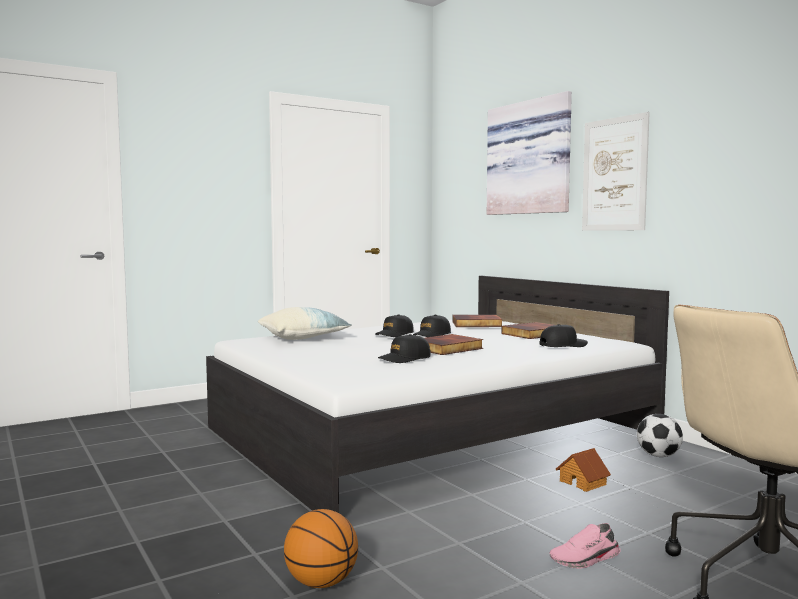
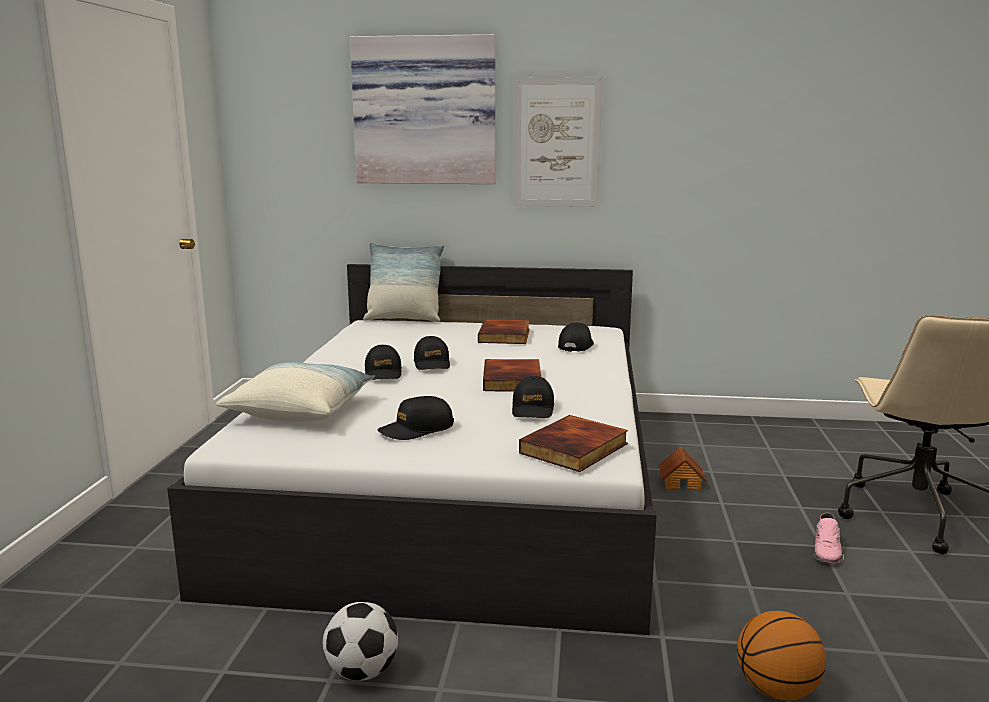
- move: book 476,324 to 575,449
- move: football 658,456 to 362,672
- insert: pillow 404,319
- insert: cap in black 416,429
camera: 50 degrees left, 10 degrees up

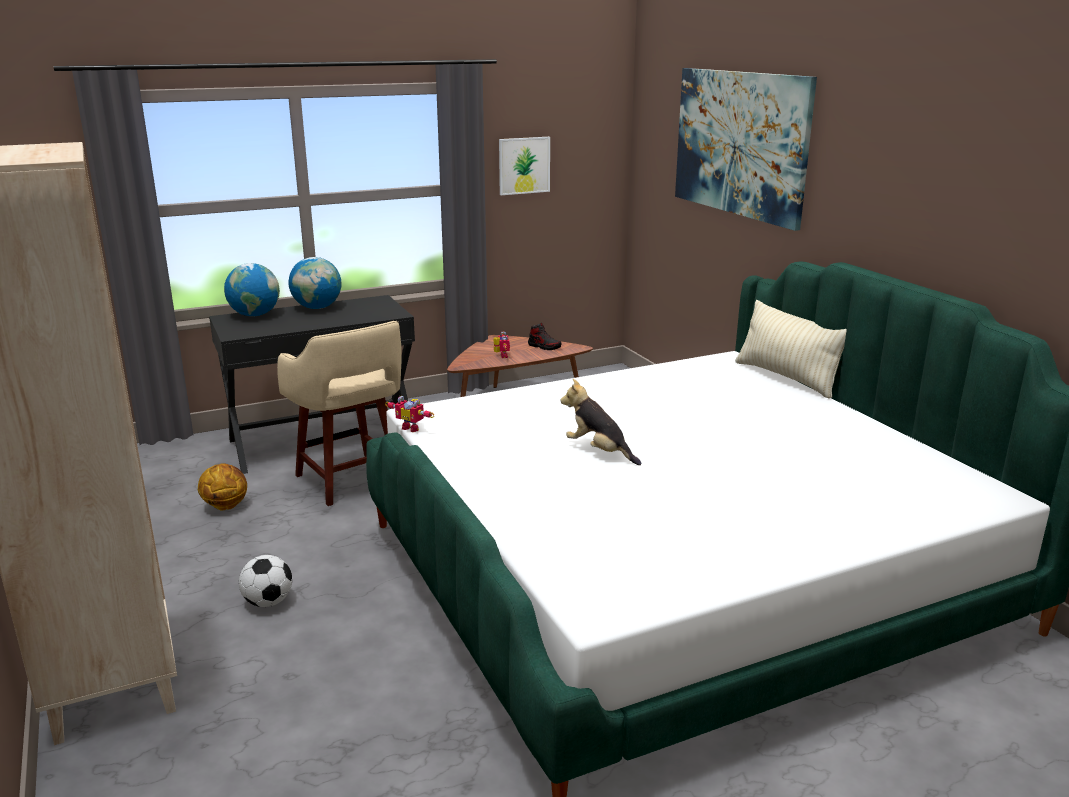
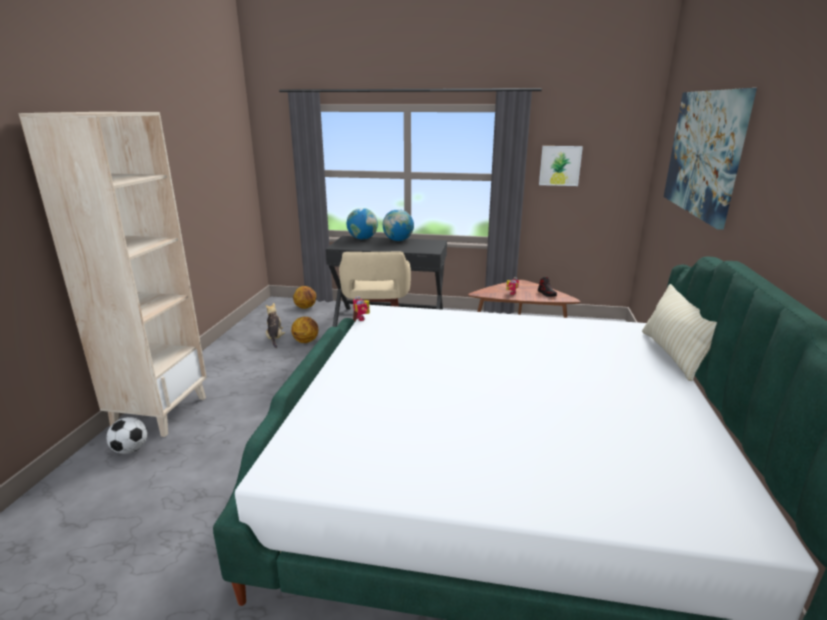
- move: plush toy 599,451 to 275,338
- move: football 268,602 to 131,450
- insert: basketball 306,307
camera: 35 degrees right, 0 degrees up

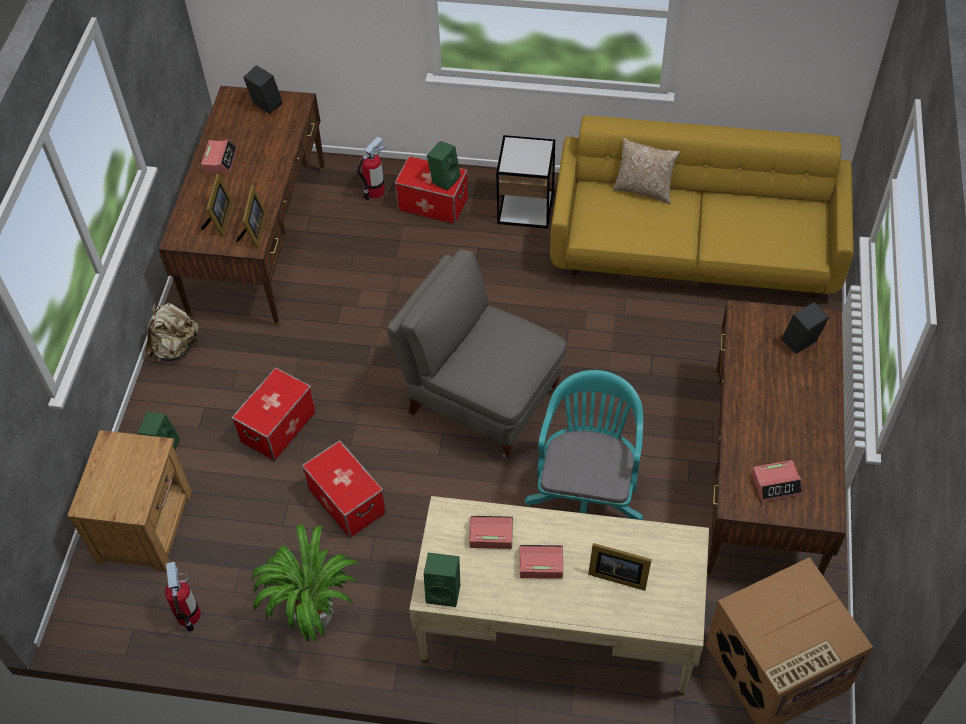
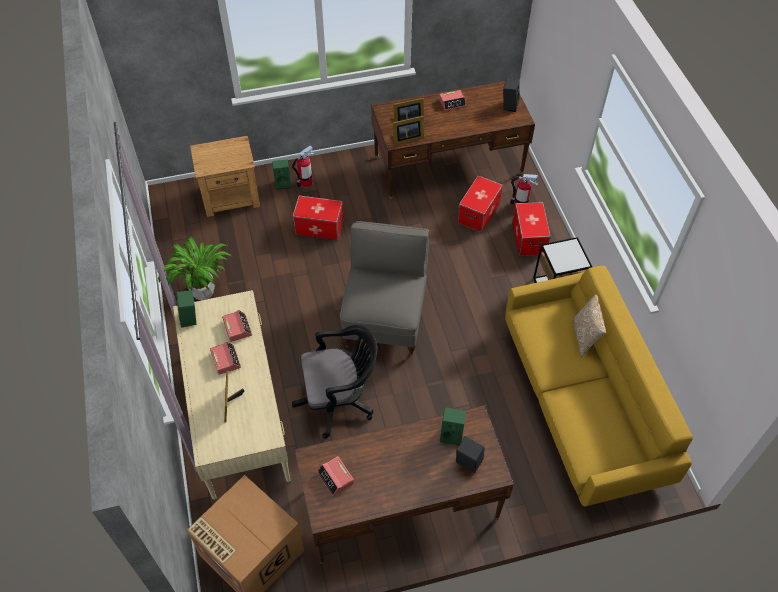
- move: speaker in green 444,179 to 452,434
- delete: backpack in beige 175,348
- recolor: office chair in turquoise 587,494 to office chair in black 339,400
- move: storage box 346,501 to 478,213
- move: fire extinguisher 189,615 to 305,182
camera: 65 degrees right, 0 degrees up

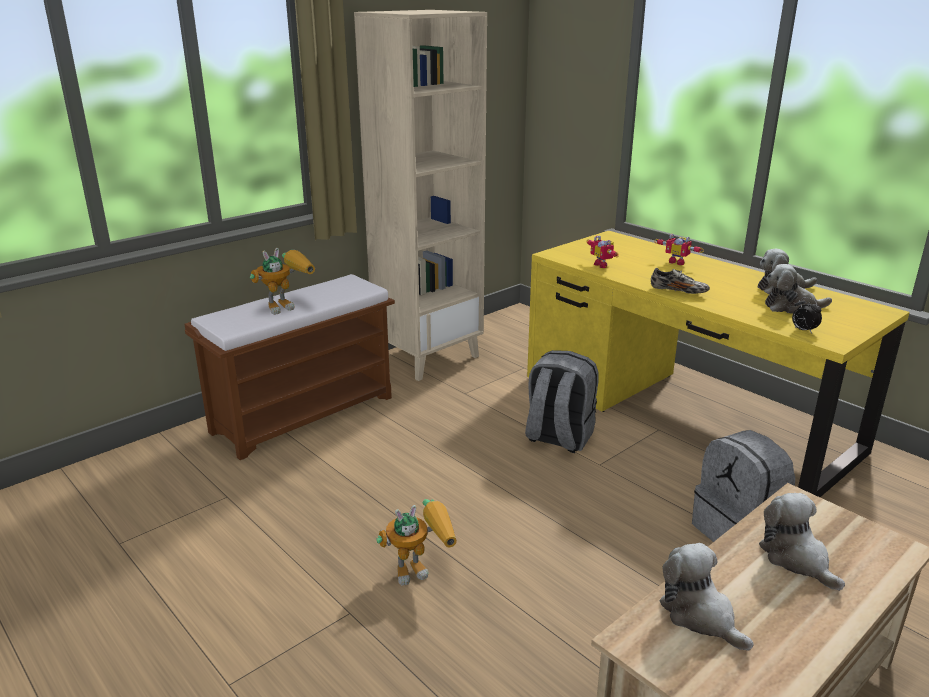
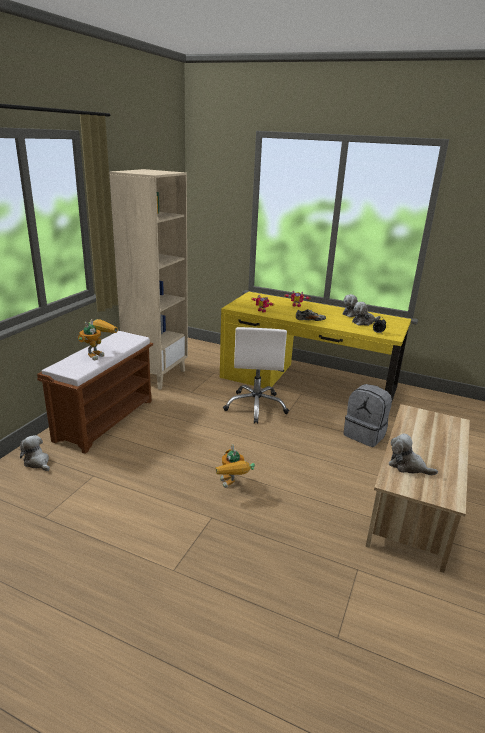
- replace: backpack in grey 558,437 to office chair in white 256,406
- move: plush toy 796,559 to 37,462
- rotate: toy robot 421,568 = 232,486 120 degrees clockwise
camera: 25 degrees left, 0 degrees up

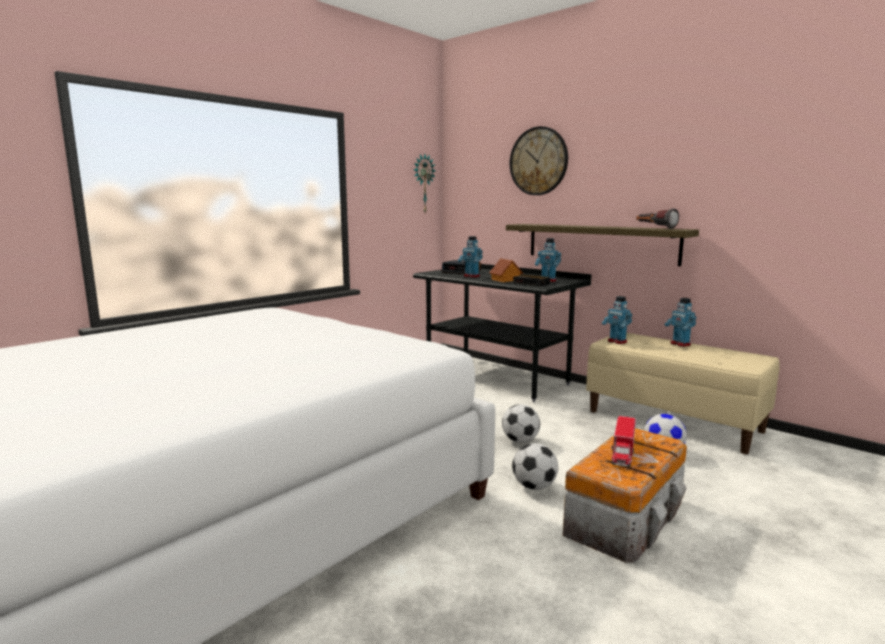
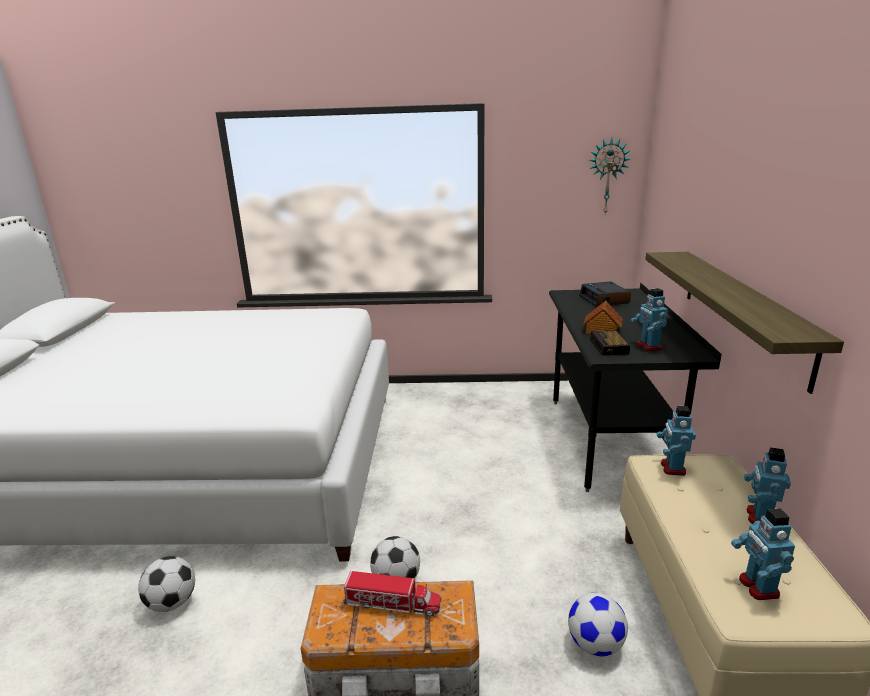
- delete: wall clock 538,161
- delete: flashlight 655,228
- move: toy robot 471,276 to 757,587
- move: football 520,441 to 172,603
- rotate: toy truck 623,451 = 392,603 150 degrees counterclockwise
camera: 50 degrees right, 10 degrees up

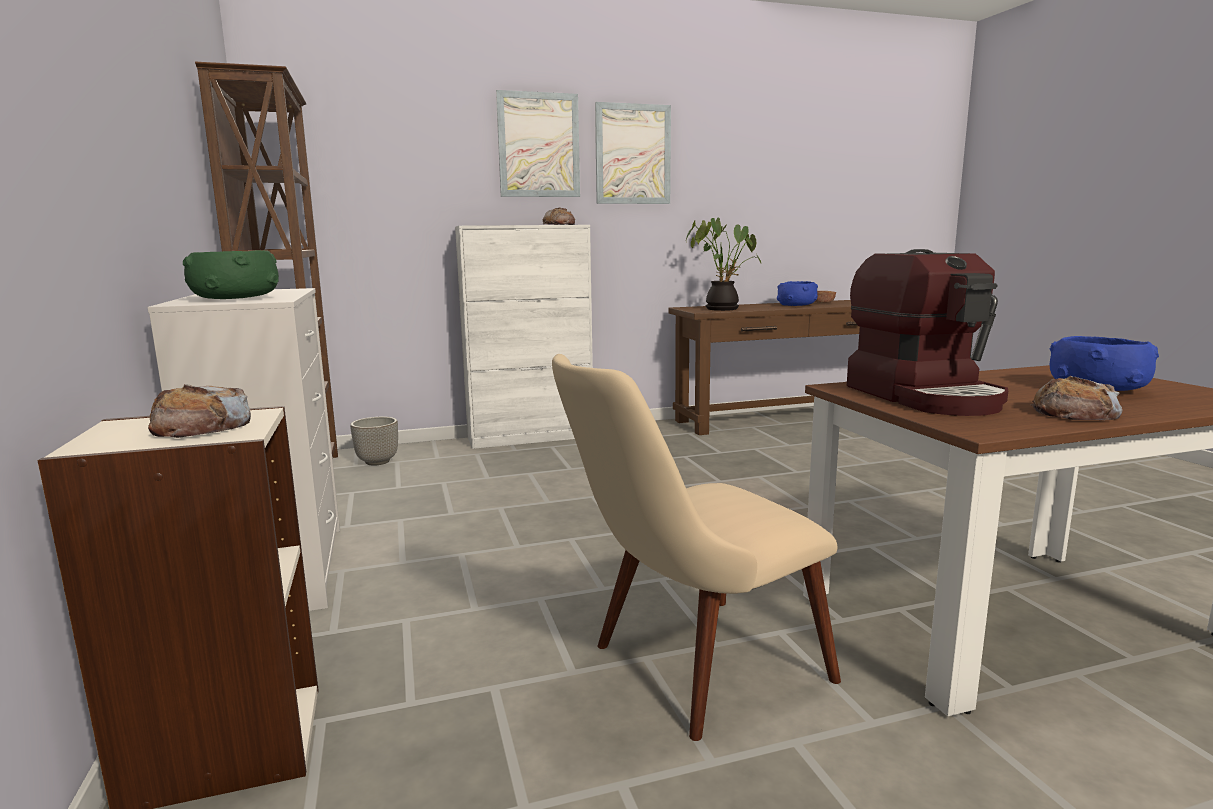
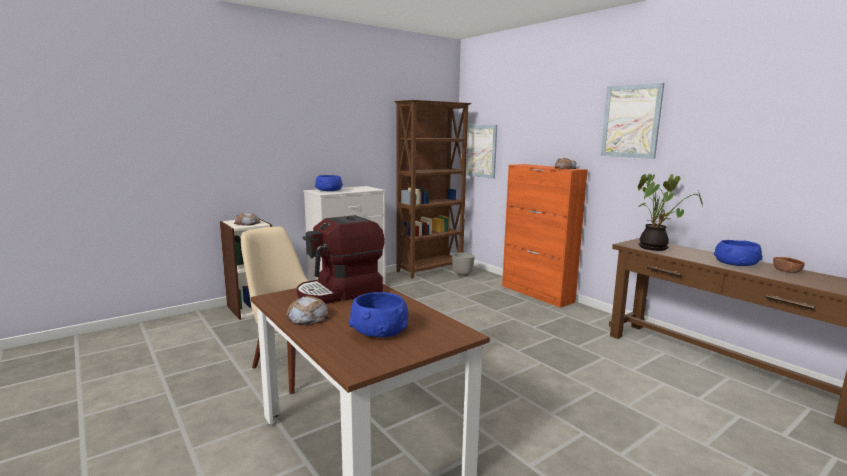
- move: picture 538,145 to 481,151
- recolor: cabinet in white 531,437 to cabinet in orange 537,294
- recolor: bowl in green 235,299 to bowl in blue 328,191
camera: 70 degrees right, 0 degrees up

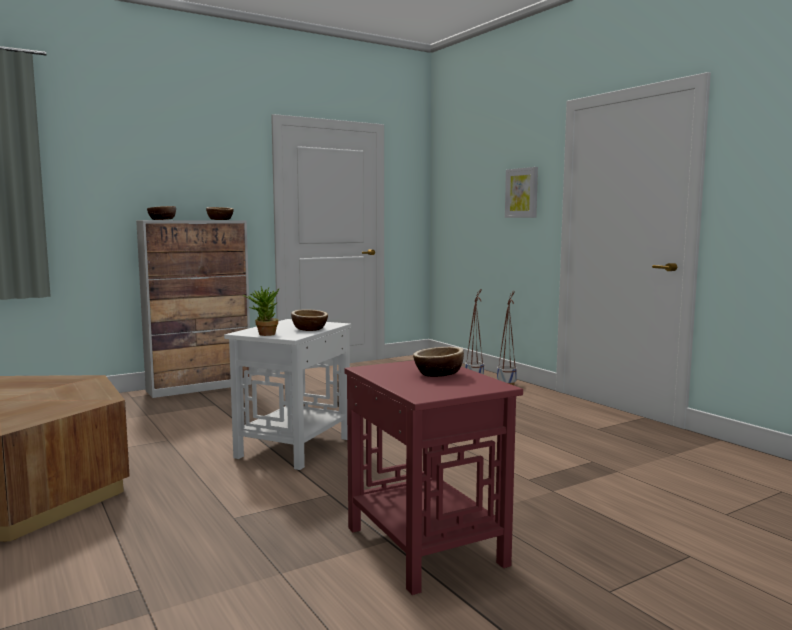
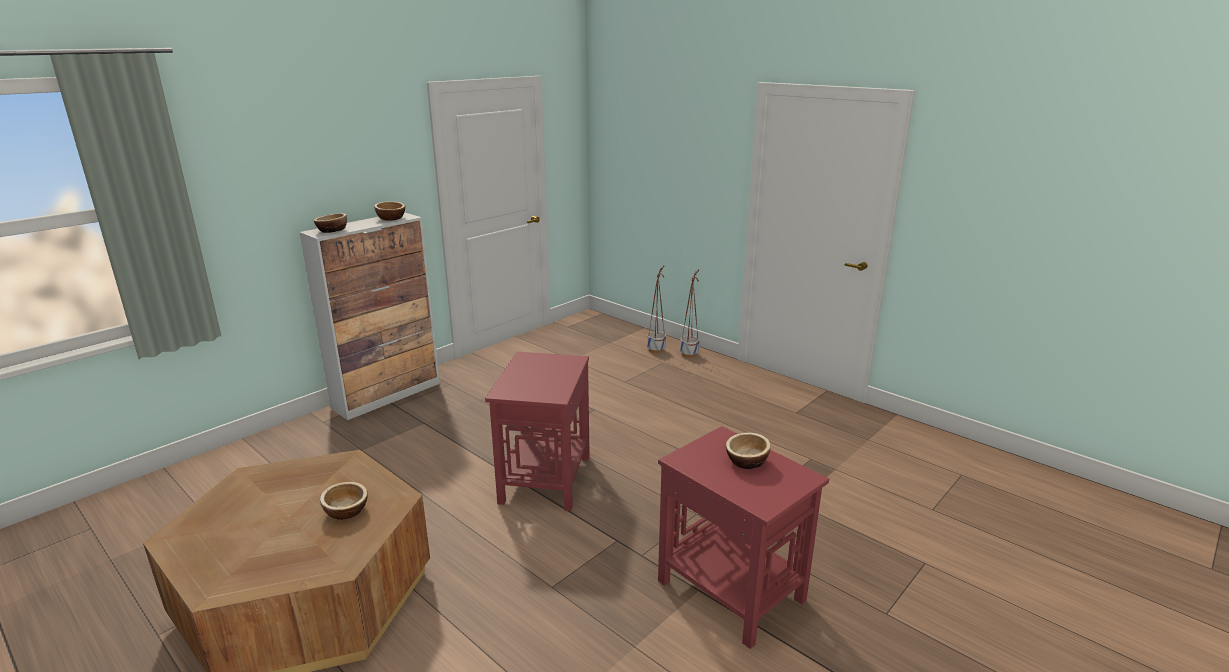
- delete: picture 522,193
- delete: potted plant 263,334
- move: bowl 309,329 to 346,511
- recolor: side table in white 293,447 to side table in red 544,479
camera: 15 degrees left, 15 degrees up

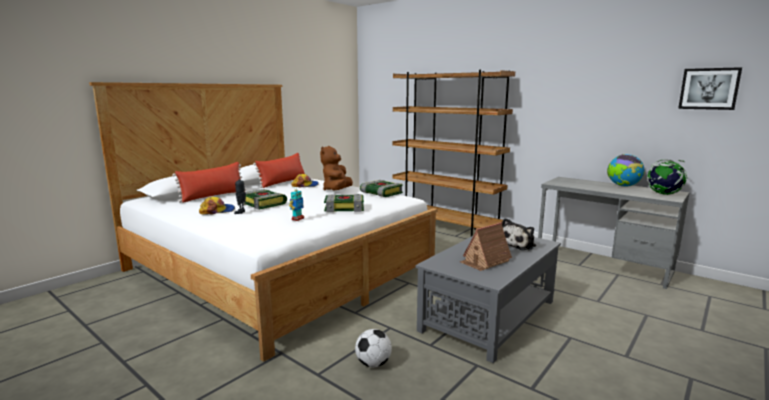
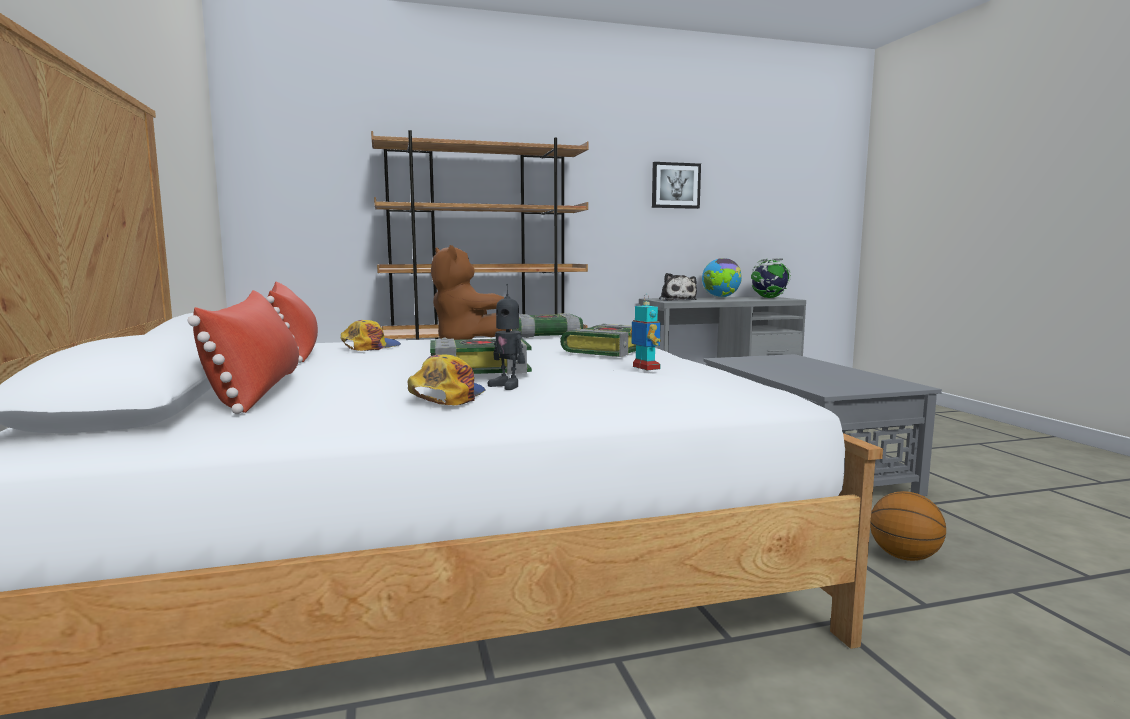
- move: picture 709,88 to 675,185
- move: plush toy 519,245 to 677,300
- delete: toy house 485,261
- replace: football 373,363 to basketball 904,557
camera: 55 degrees left, 5 degrees down

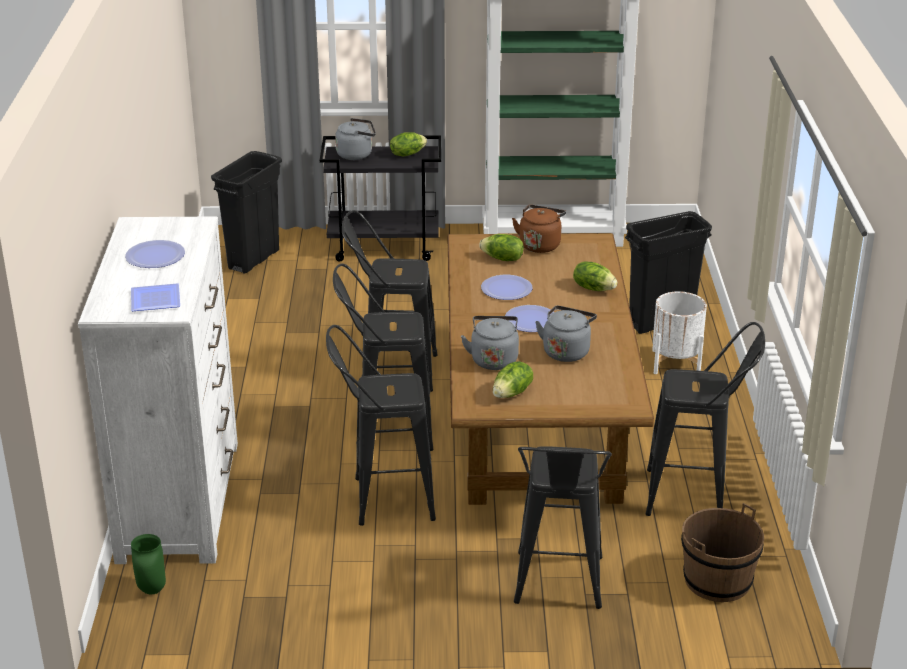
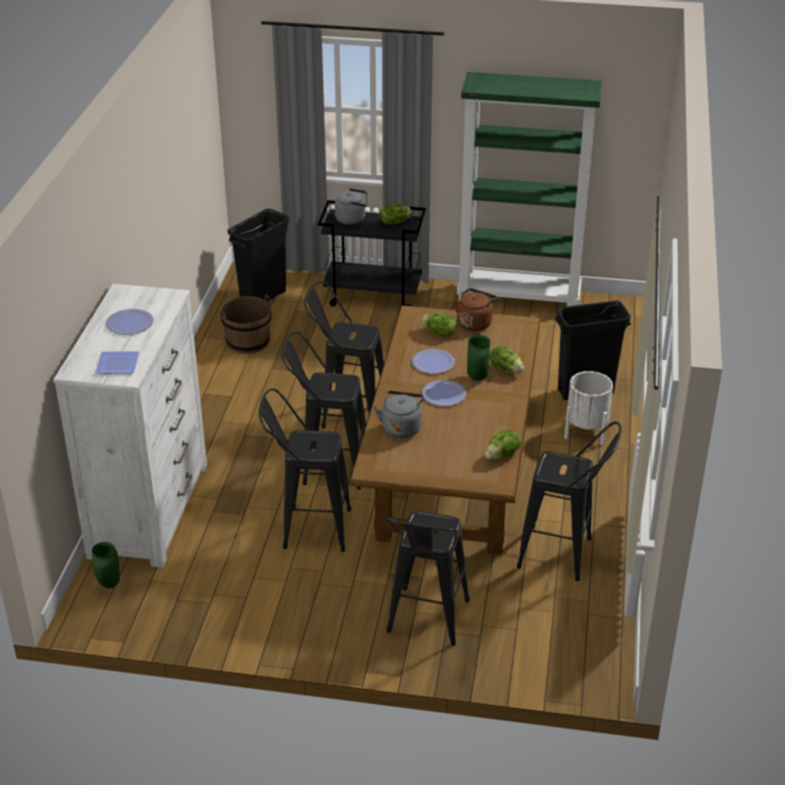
- delete: kettle in grey 566,351
- move: lettuce 512,393 to 503,455
- move: bucket in brown 717,581 to 248,342
- insert: vase in green 476,377
camera: 10 degrees right, 5 degrees up

